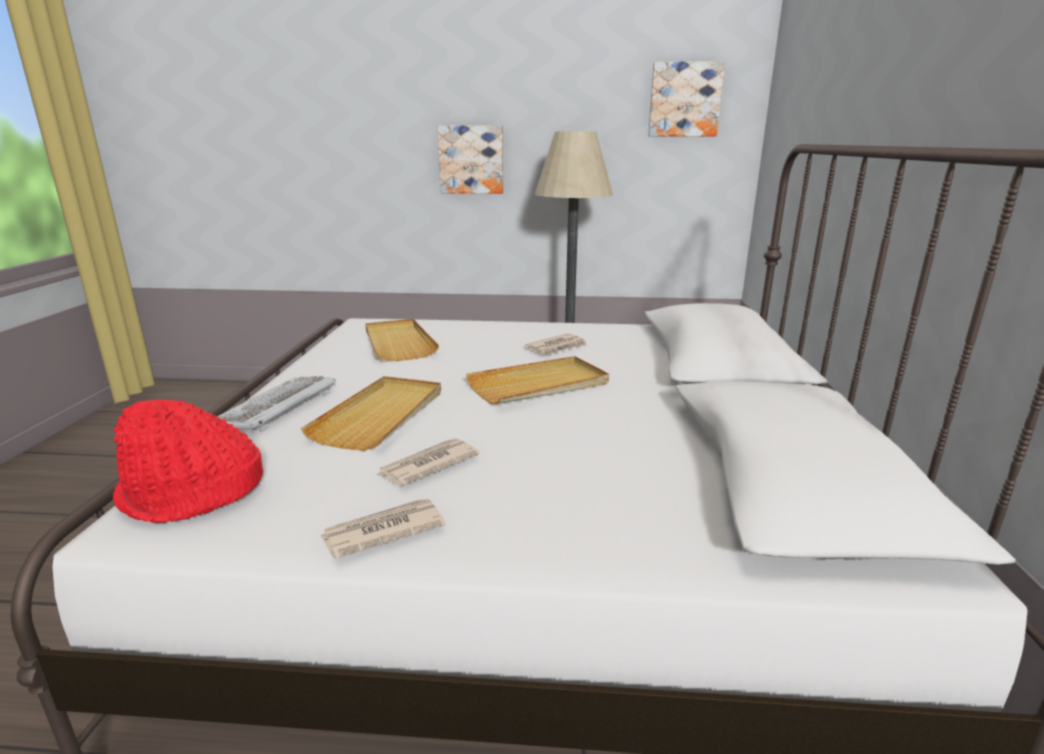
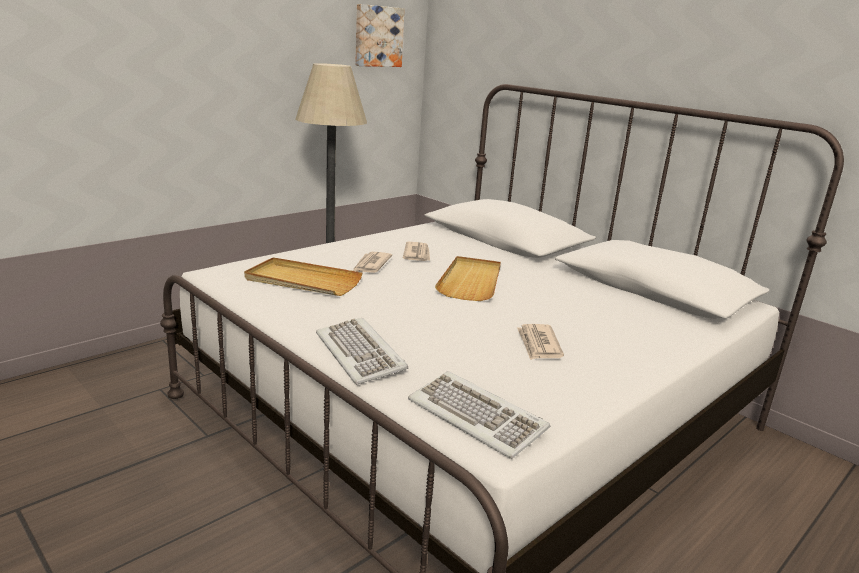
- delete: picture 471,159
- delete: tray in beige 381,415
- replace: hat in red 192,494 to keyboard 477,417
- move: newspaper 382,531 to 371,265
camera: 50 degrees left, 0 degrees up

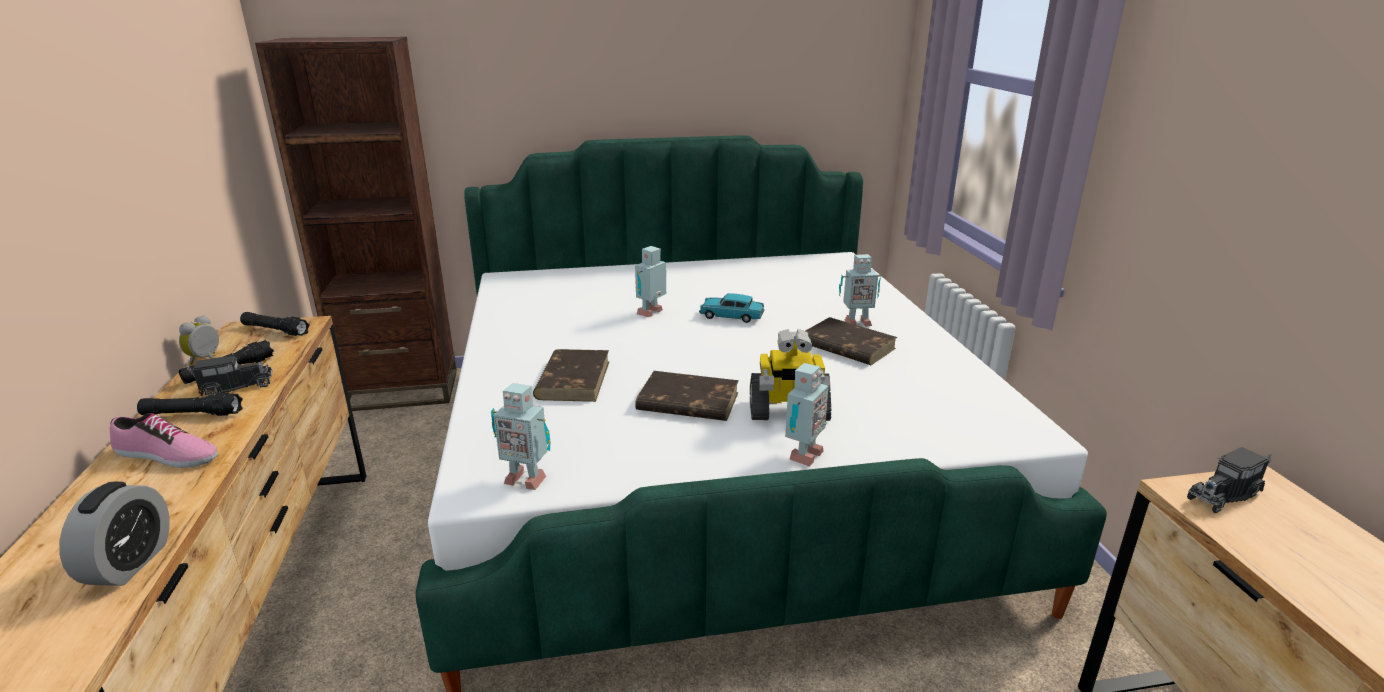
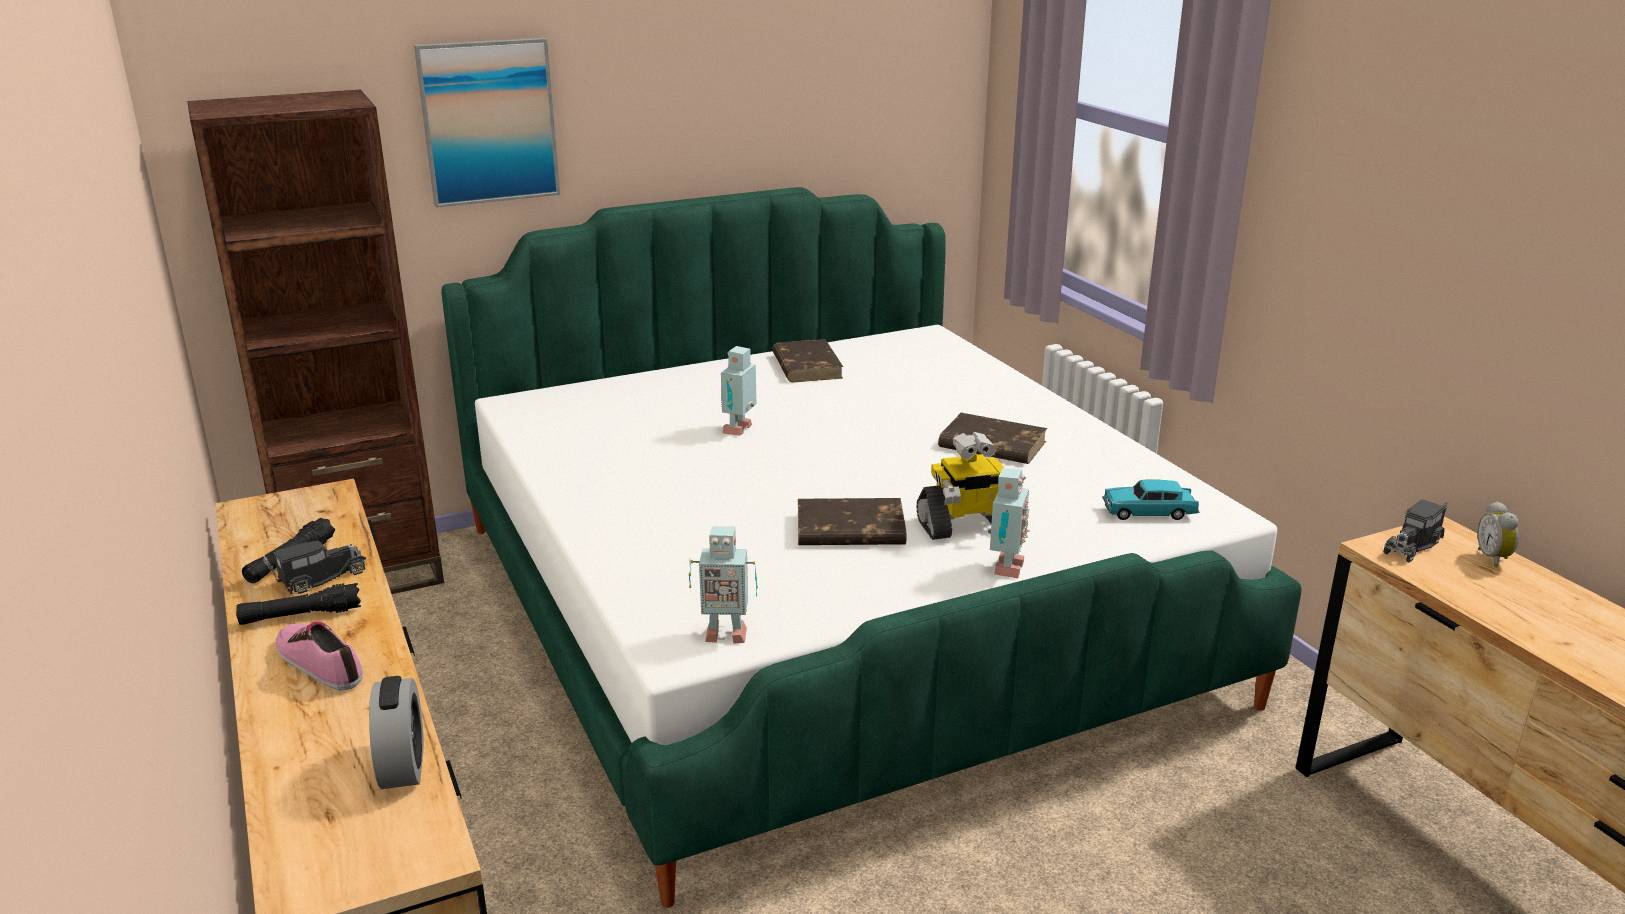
- delete: toy robot 856,322
- move: toy car in turquoise 731,317 to 1149,513
- delete: flashlight in black 275,330
- move: alarm clock 206,359 to 1494,558
- move: book in brown 573,379 to 806,366
- rotate: shoe 166,455 = 320,663 135 degrees counterclockwise
- insert: picture 488,122
camera: 15 degrees left, 0 degrees up

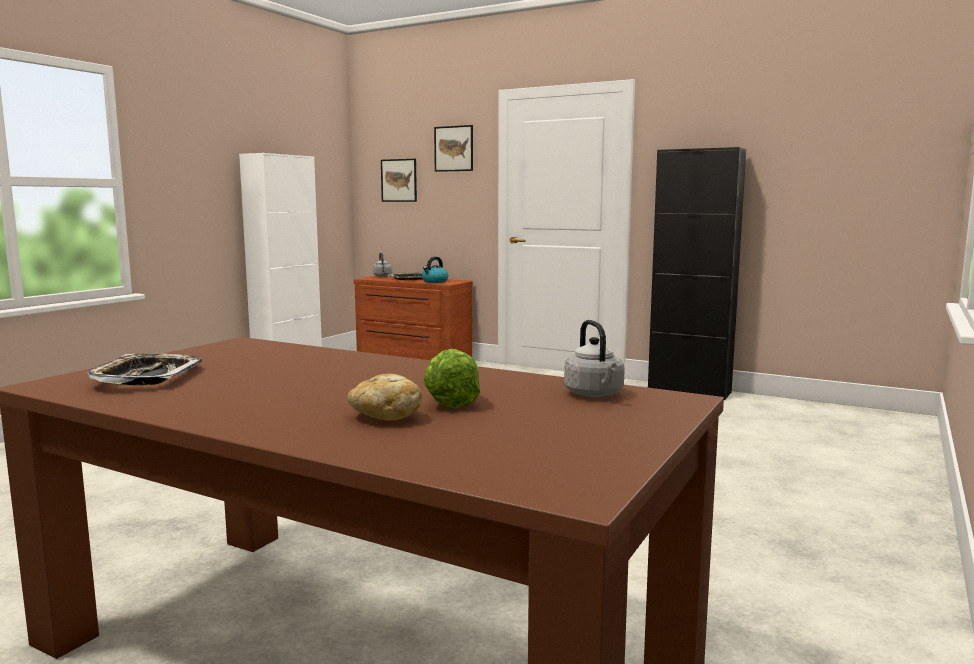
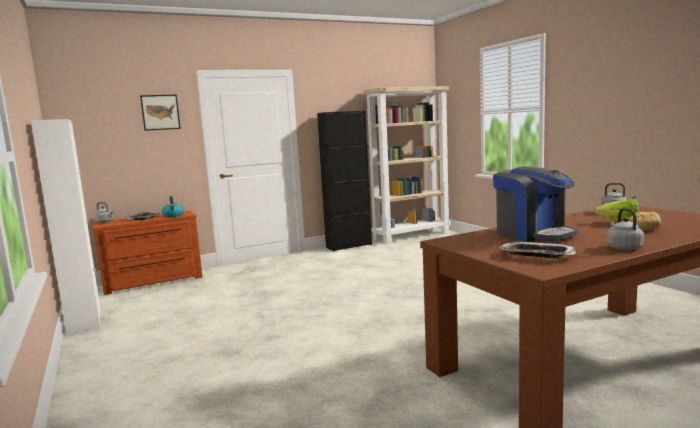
- delete: picture 399,180
- insert: bookcase in beige 411,236
- insert: coffee machine 533,234
- insert: kettle in grey 623,247
camera: 55 degrees left, 0 degrees up

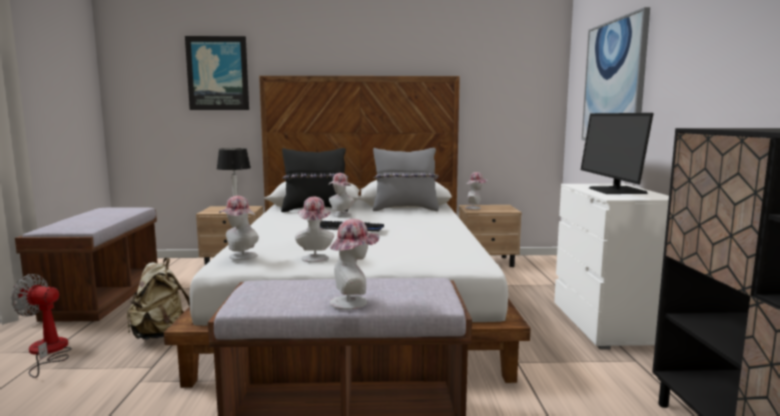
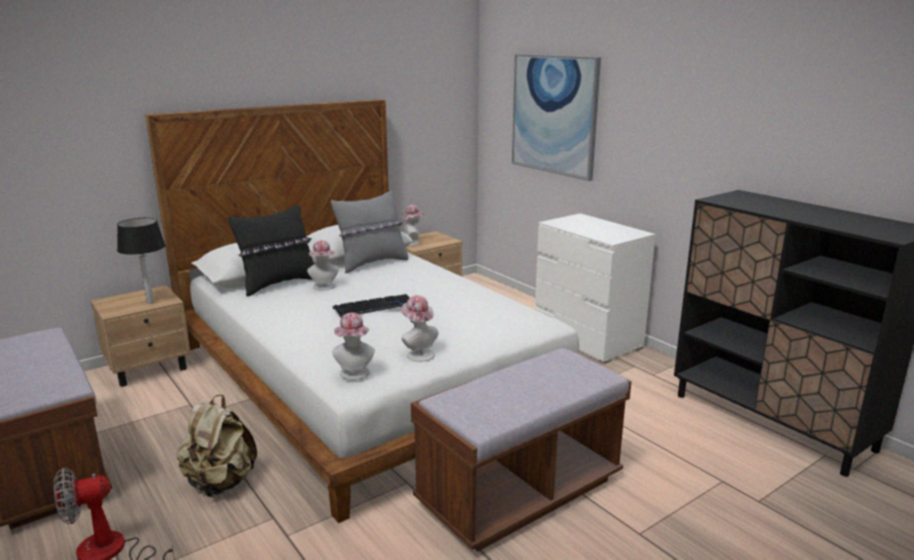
- delete: picture 218,73
- delete: monitor 615,191
- delete: hat 353,301
camera: 35 degrees left, 10 degrees up

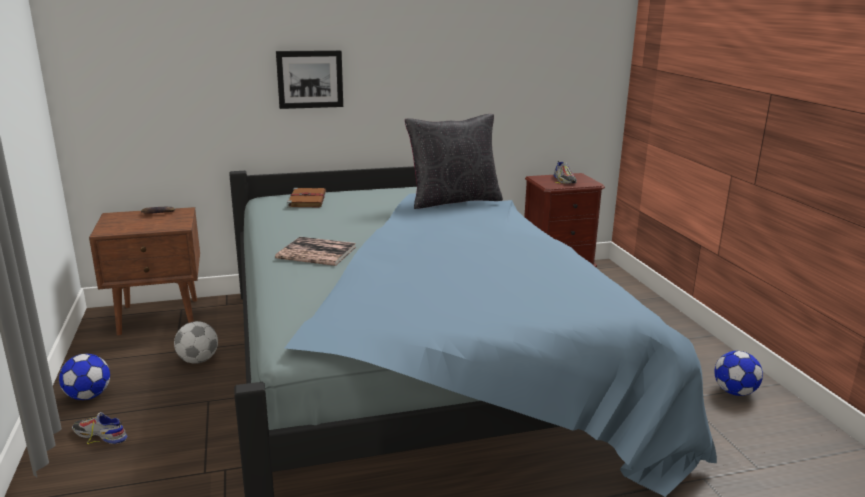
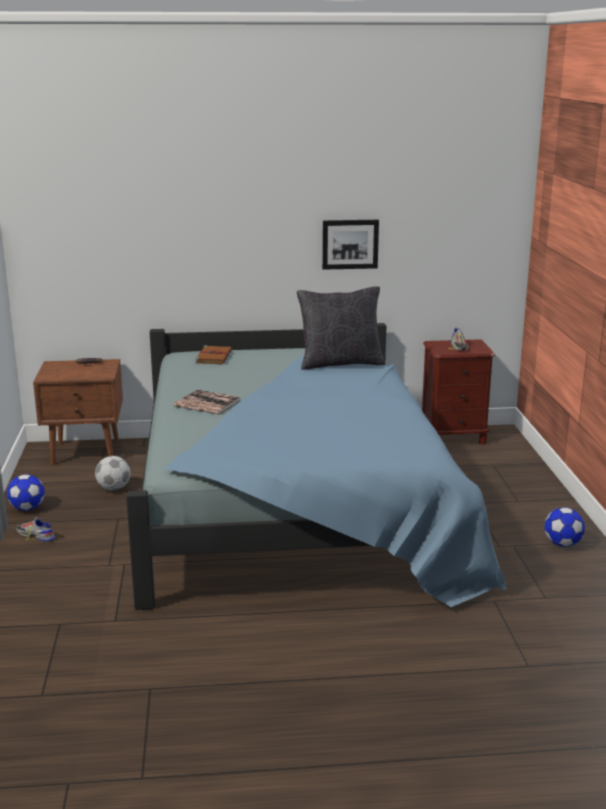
- move: picture 310,79 to 350,244
camera: 10 degrees right, 0 degrees up

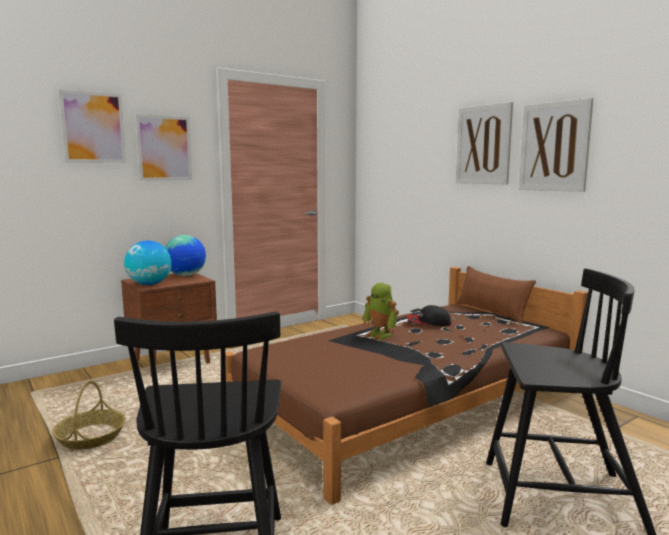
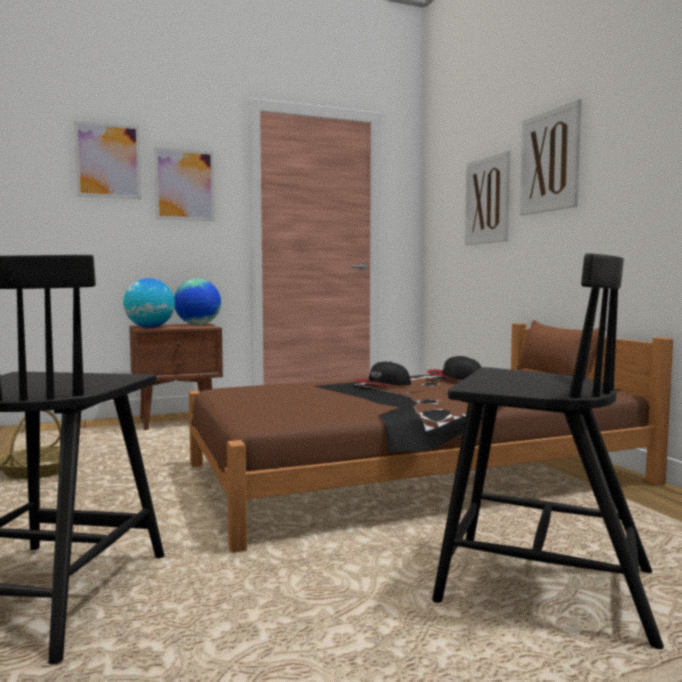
- move: picture 554,147 to 487,200
- replace: toy robot 380,335 to cap 382,385
camera: 15 degrees right, 5 degrees down

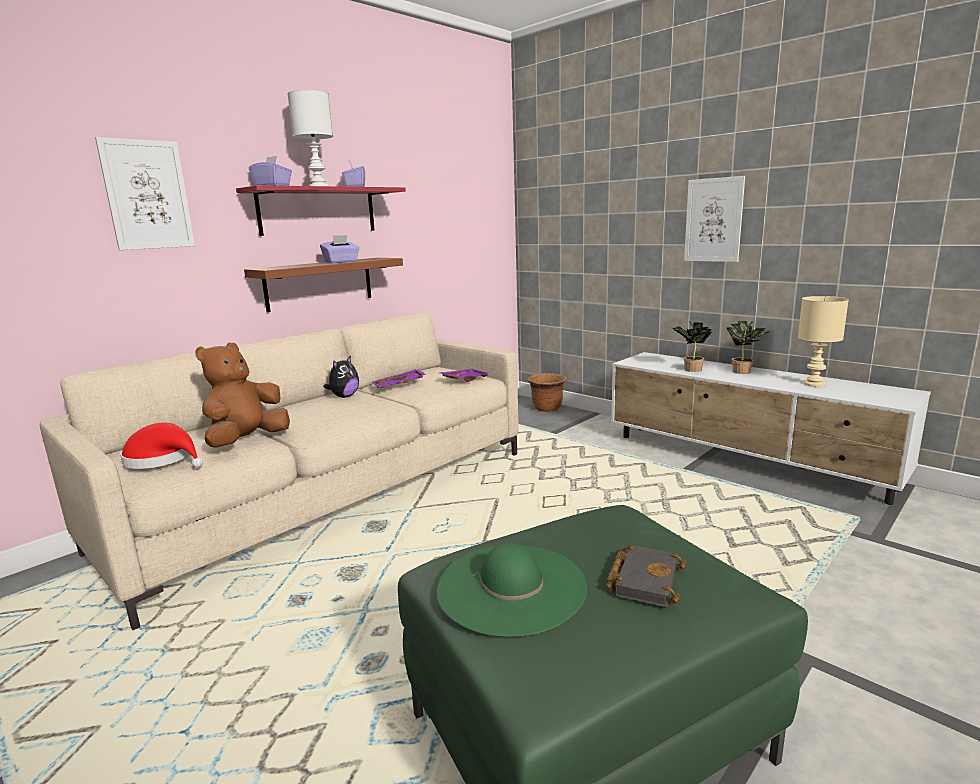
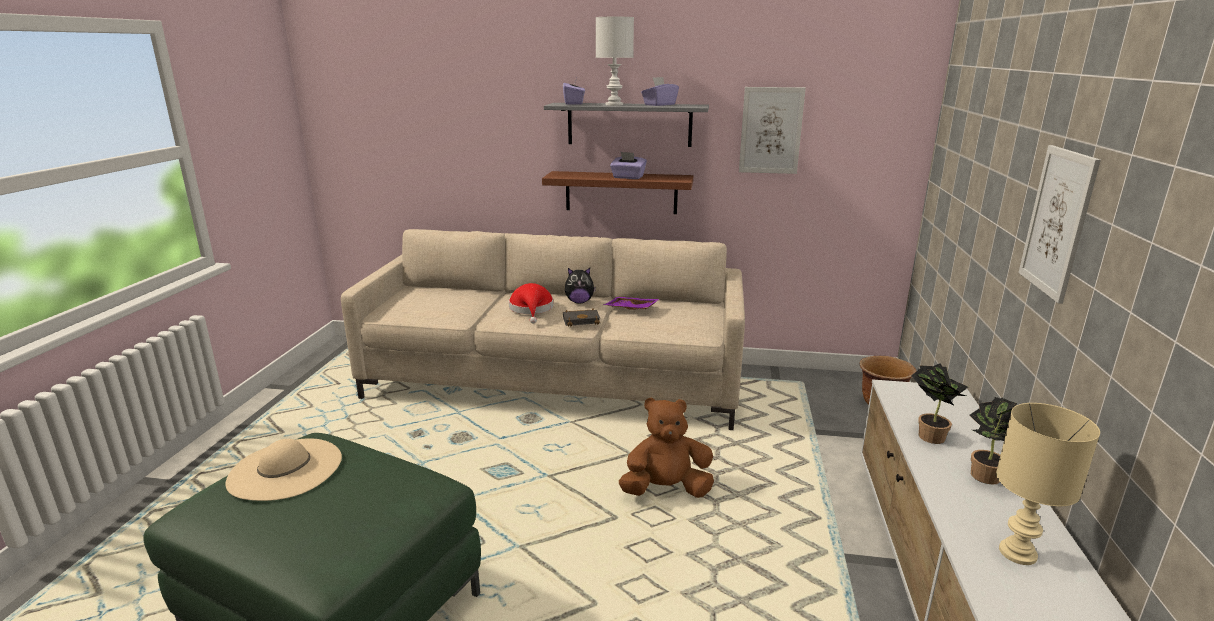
- move: picture 147,195 to 771,130
- recolor: shelf in red 318,211 to shelf in grey 629,124
- move: plush toy in brown 247,441 to 666,490
- delete: tray in purple 464,380
- move: hat in red 163,459 to 531,309
- recolor: hat in green 511,587 to hat in beige 285,469
- move: book in black 643,579 to 582,320
camera: 55 degrees right, 5 degrees up

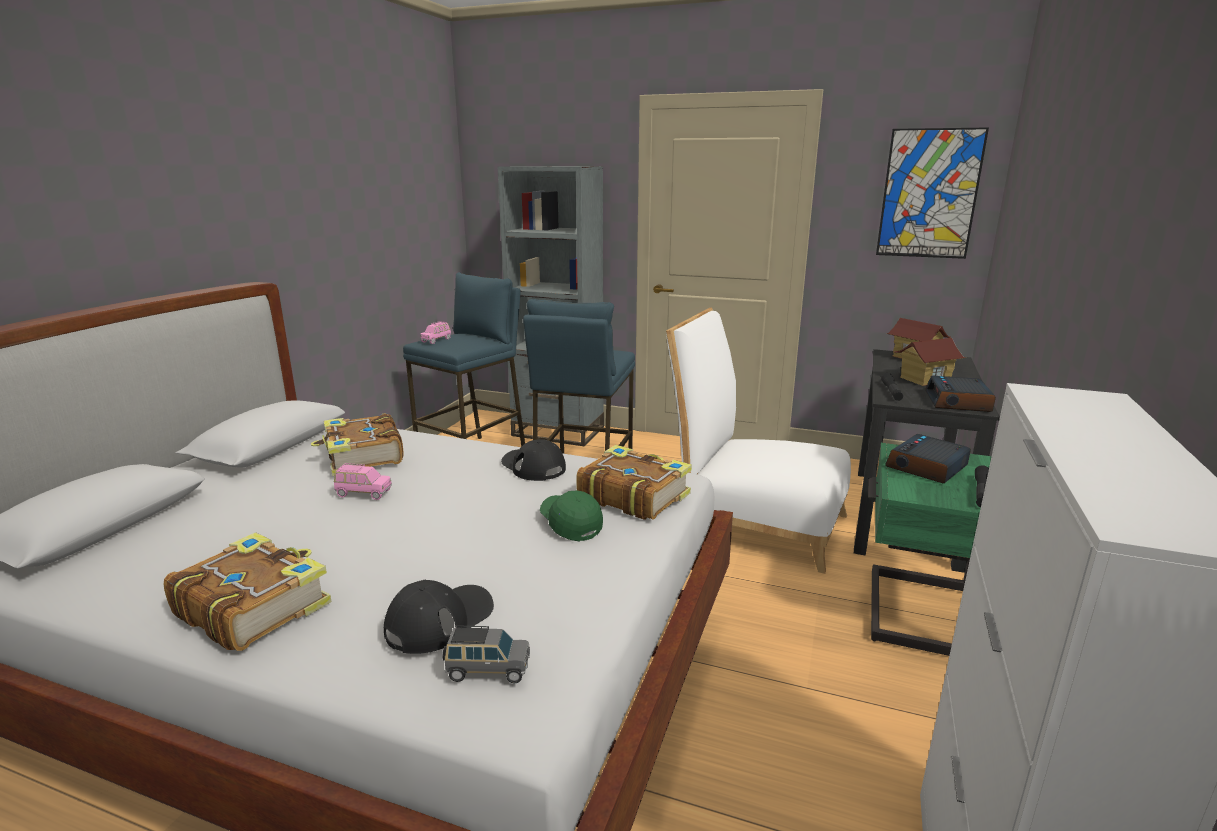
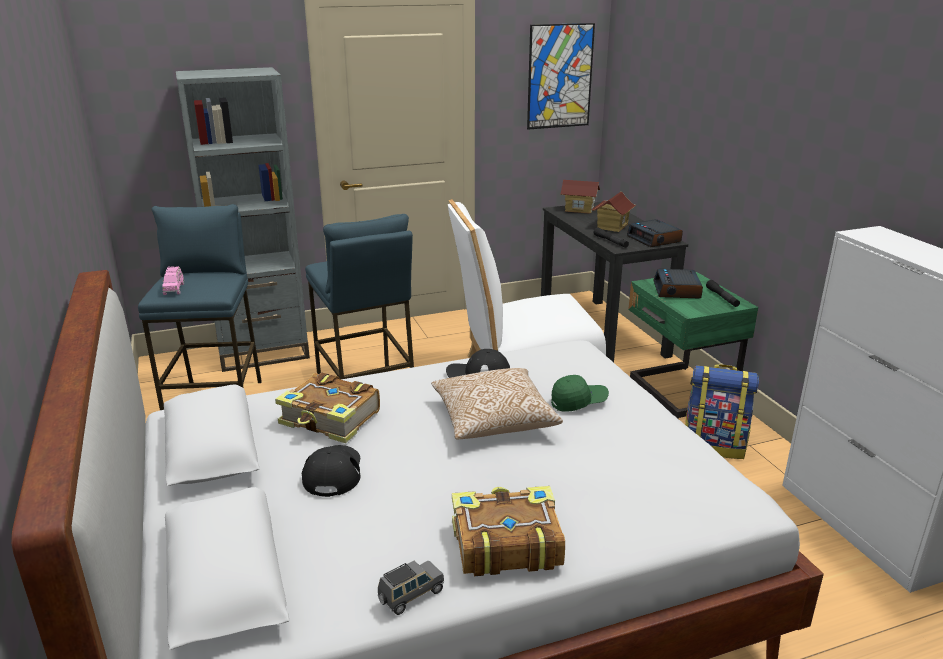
- delete: book 632,496
- delete: toy car in pink 363,493
- rotate: cap in green 570,524 = 578,402 150 degrees clockwise
- move: cap in black 440,619 to 333,472
- move: toy car in grey 487,670 to 410,596
- insert: backpack 714,445
- insert: pillow 493,420
camera: 40 degrees left, 5 degrees up

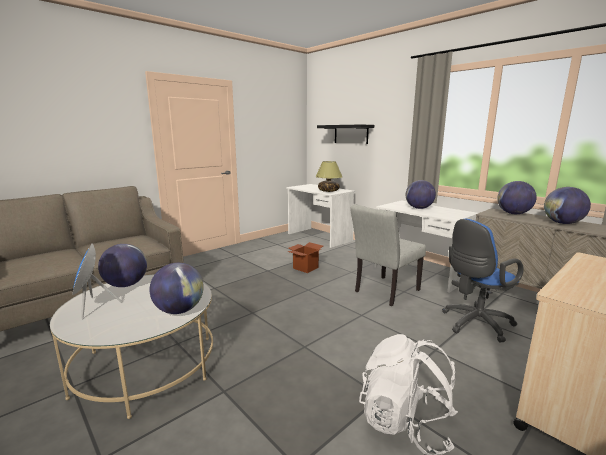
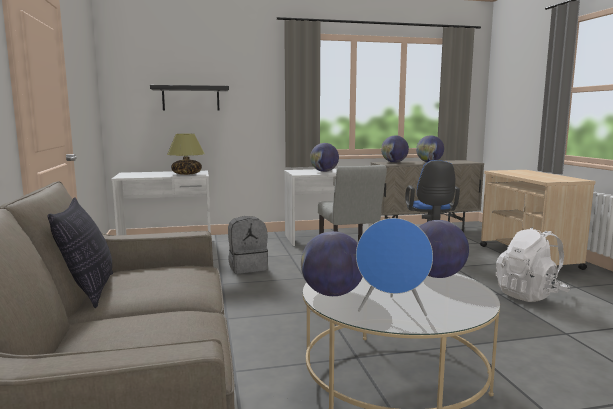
- replace: cardboard box 305,268 to backpack in grey 248,267
- insert: pillow 89,291
camera: 60 degrees left, 5 degrees down

